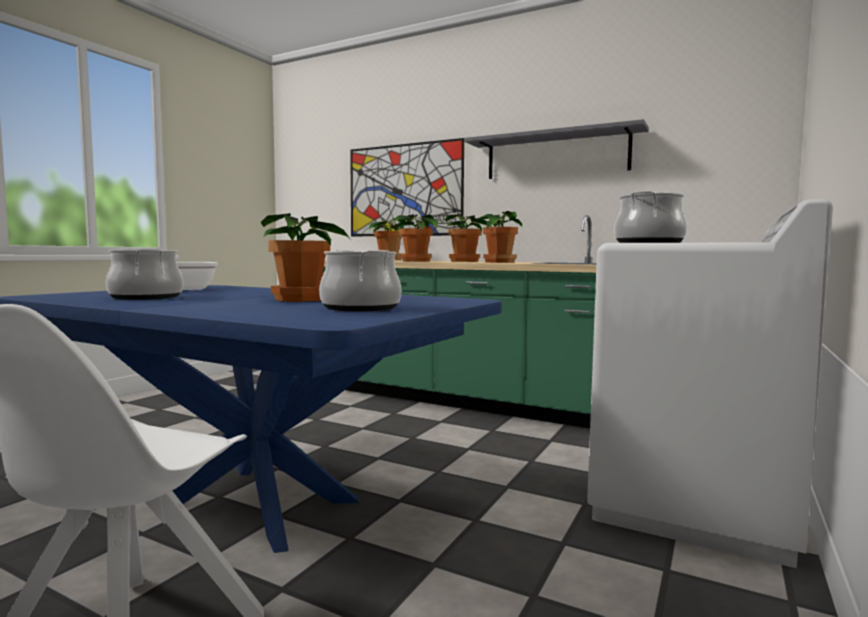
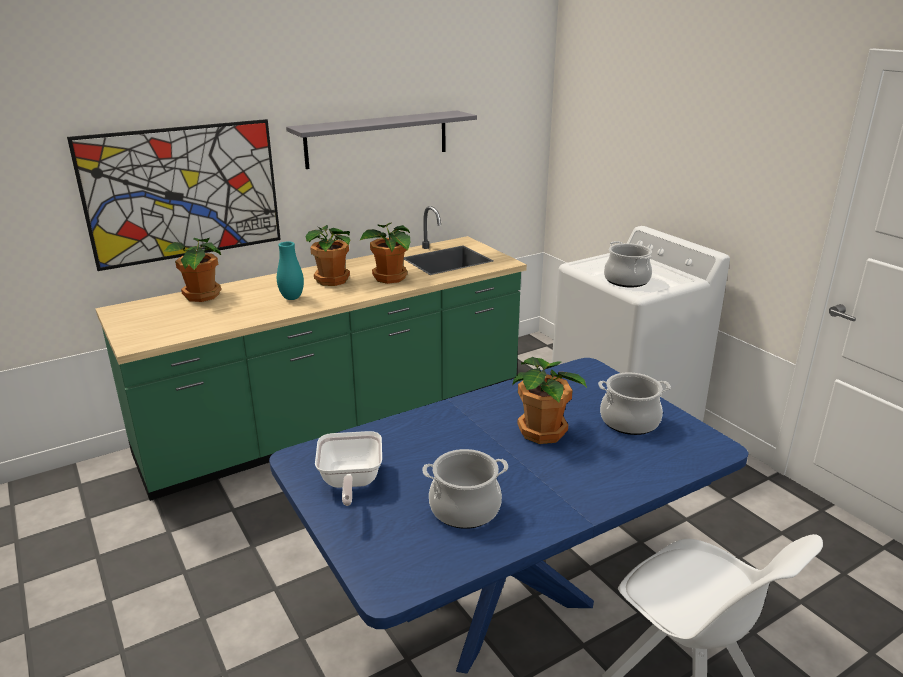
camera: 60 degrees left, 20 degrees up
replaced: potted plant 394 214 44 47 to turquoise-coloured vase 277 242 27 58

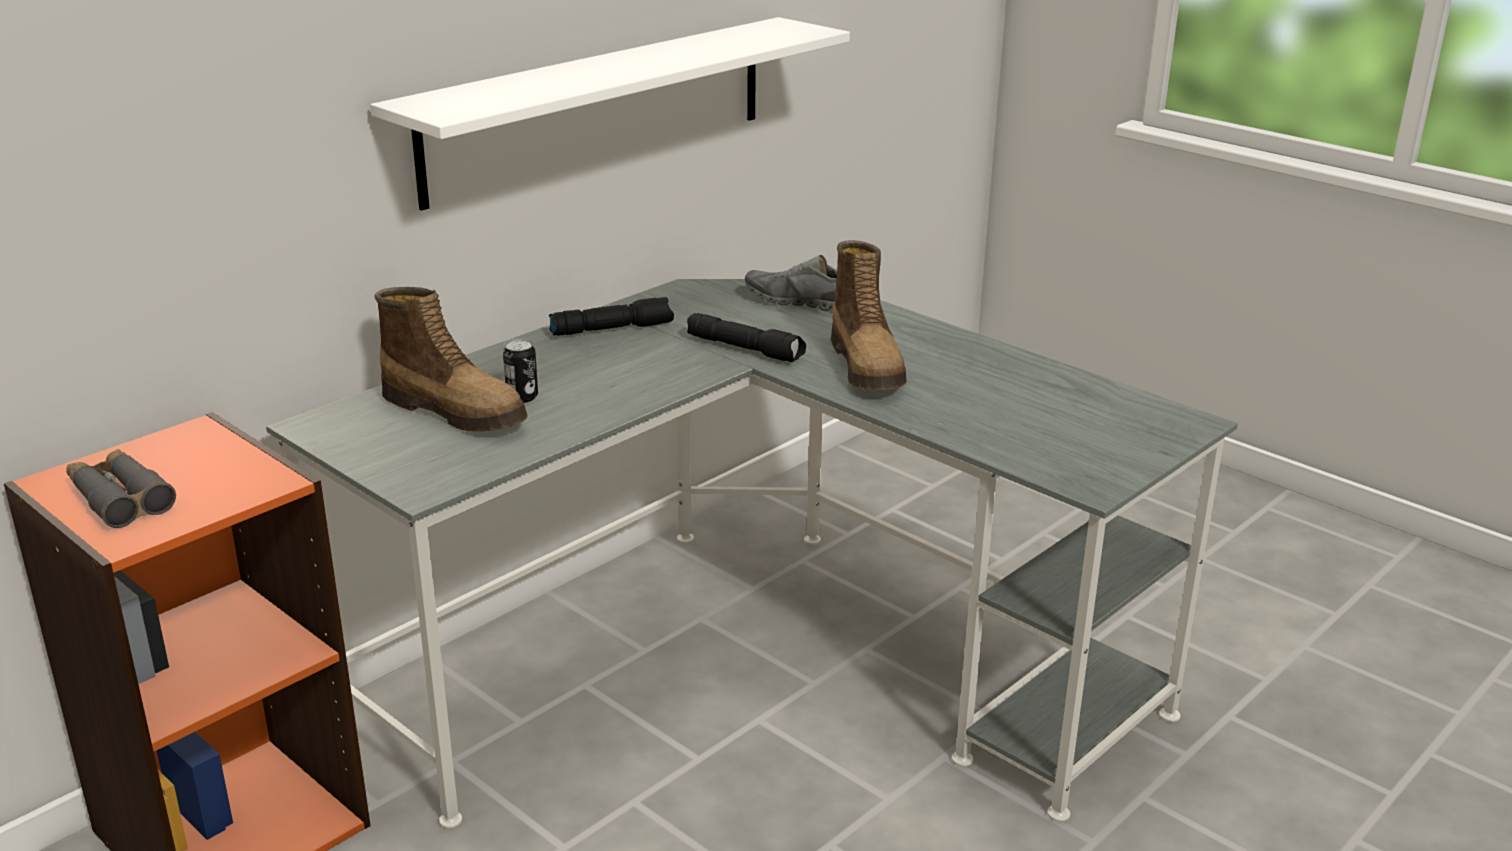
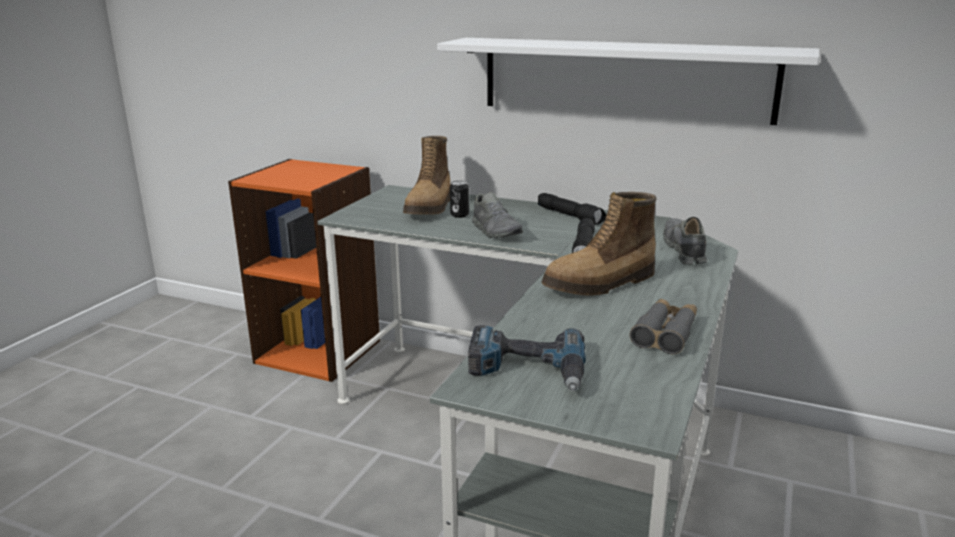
camera: 70 degrees right, 5 degrees down
added: drill 468 325 118 66; greyish low shoe 472 192 51 46
moved: greyish pair of binoculars 66 449 110 79 to 630 299 67 55

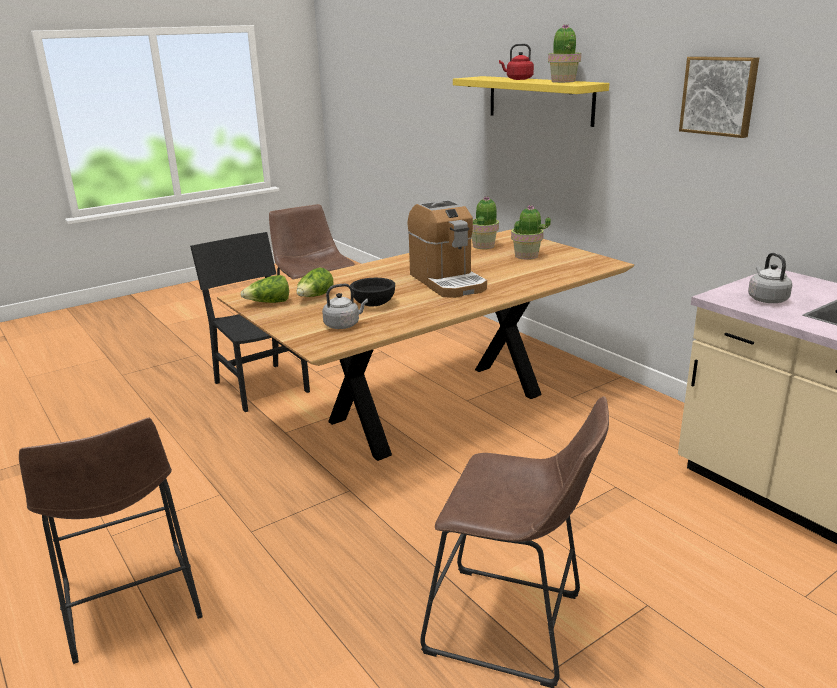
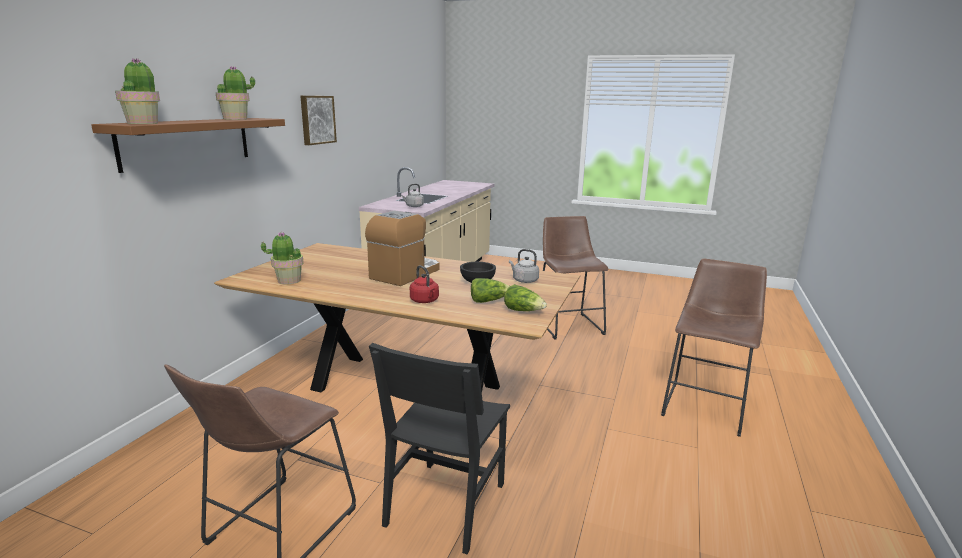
camera: 125 degrees left, 5 degrees down
moved: red water kettle 499 43 35 37 to 410 265 29 38; potted plant 511 205 40 55 to 115 58 45 66
recoloured: yellow shelf 453 76 156 51 to brown-coloured shelf 91 118 194 55

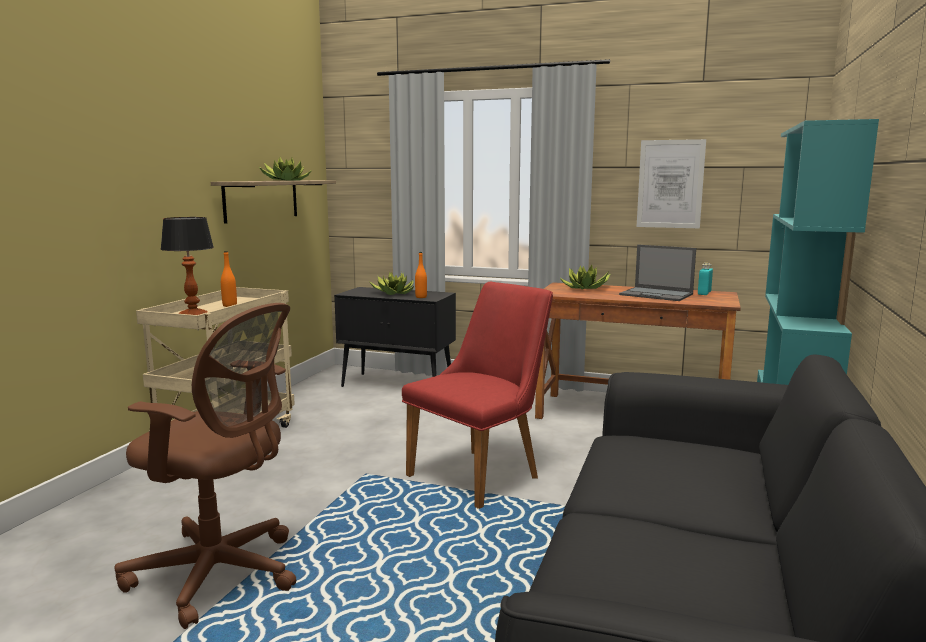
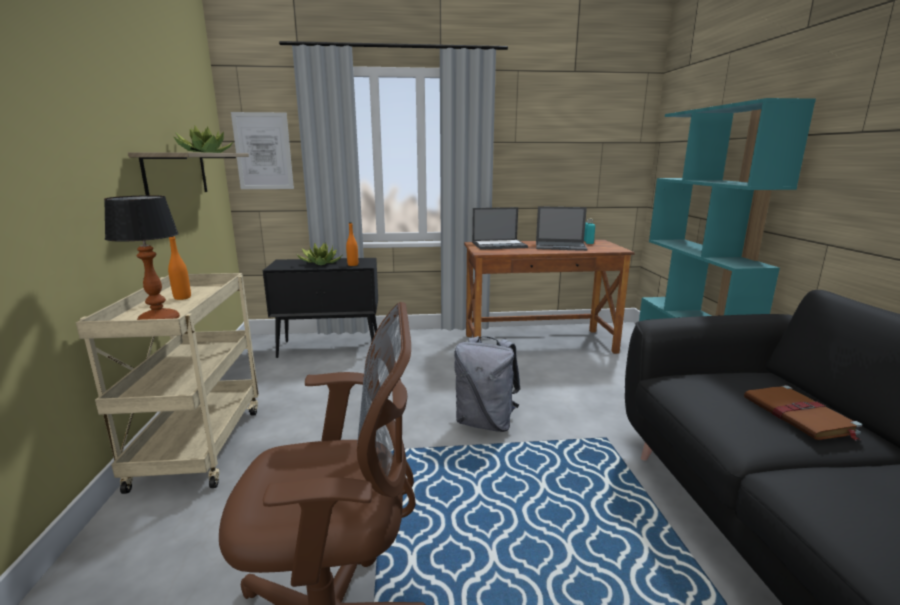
camera: 25 degrees left, 5 degrees up
added: brown-coloured book 744 385 118 55
moved: picture 637 139 69 90 to 231 112 63 77
replaced: red plain chair 402 282 151 227 to greyish backpack 454 336 67 96; potted plant 560 265 50 24 to portable computer 472 207 56 43

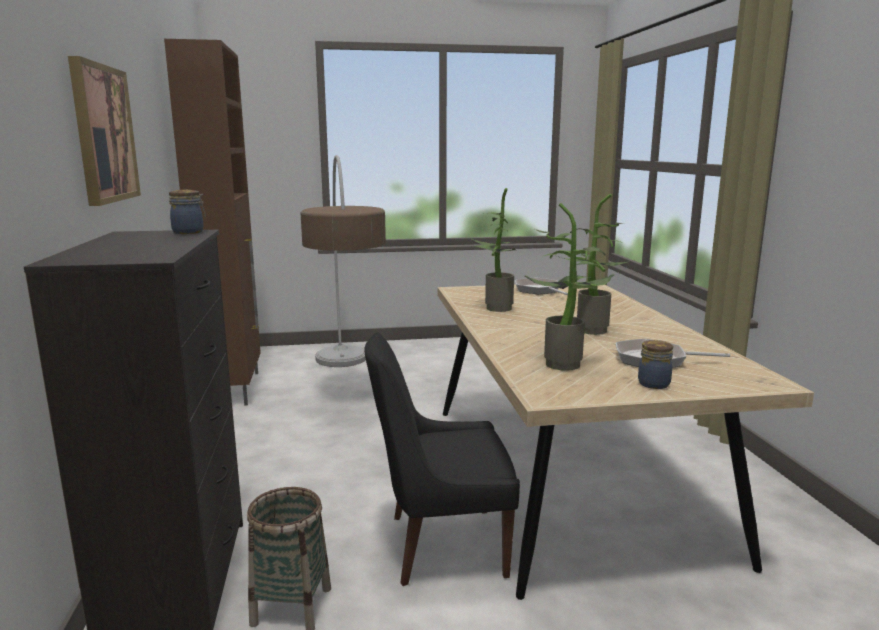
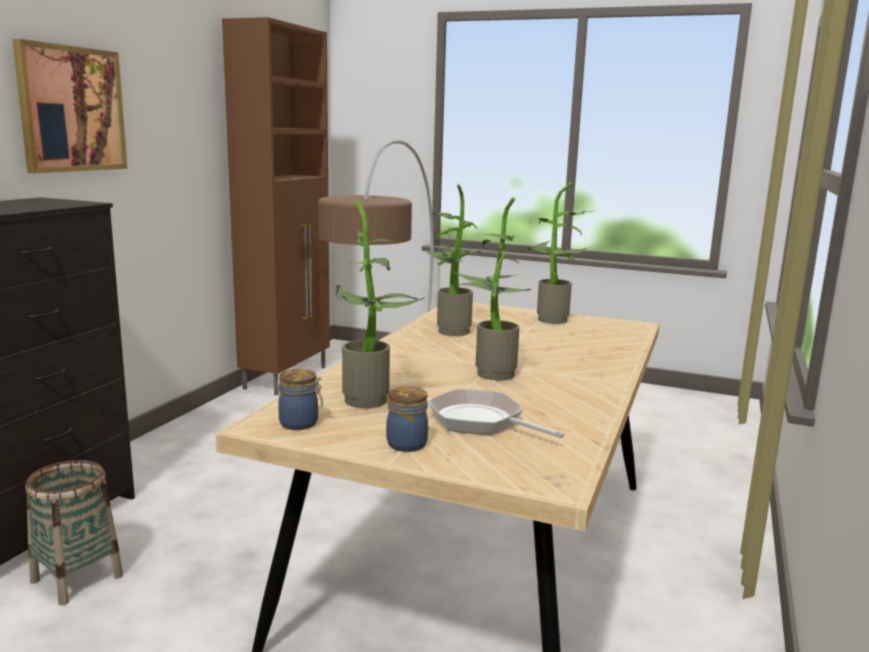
camera: 30 degrees right, 0 degrees up
removed: black plain chair 364 332 156 254
moved: jar 169 190 37 44 to 278 369 45 61
replaced: frying pan 515 278 53 17 to potted plant 528 182 71 142

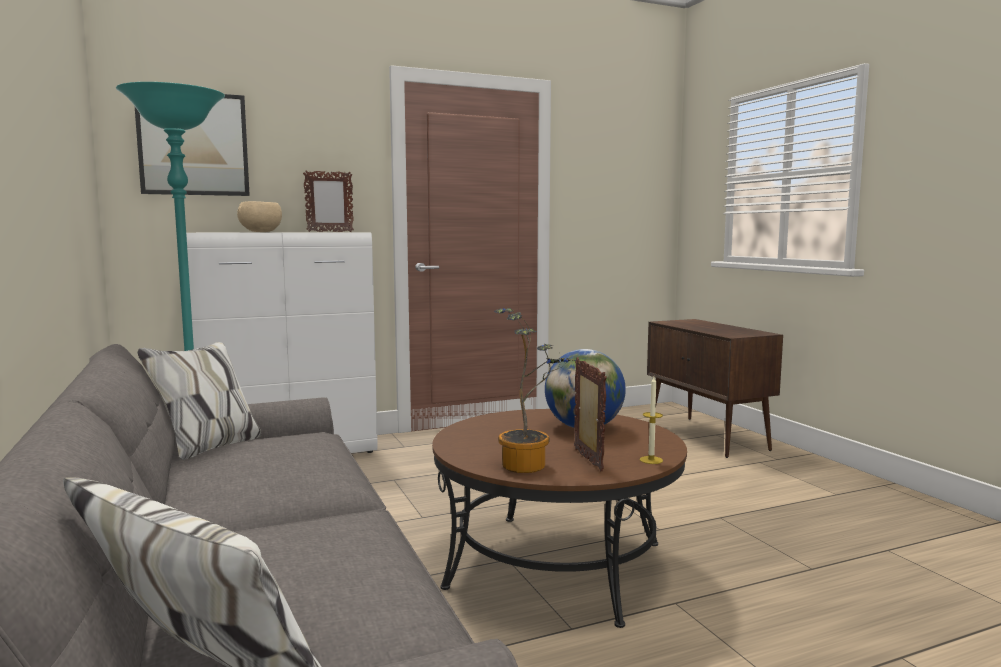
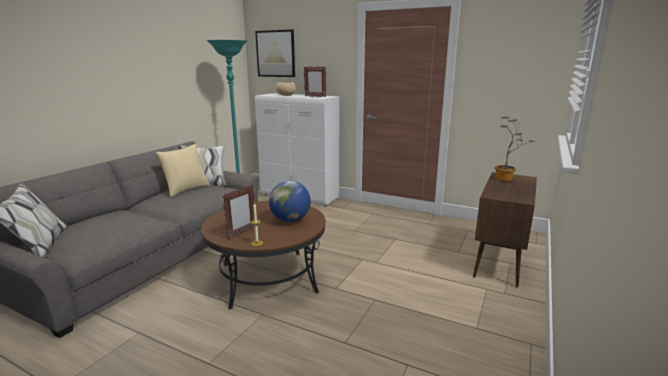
camera: 50 degrees right, 10 degrees up
added: throw pillow 155 144 55 53
moved: potted plant 494 308 81 165 to 495 117 39 64

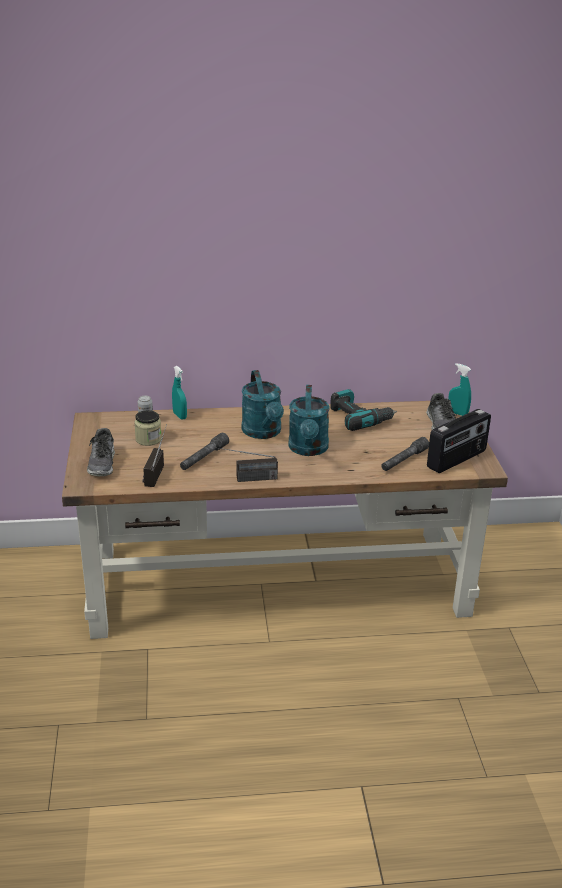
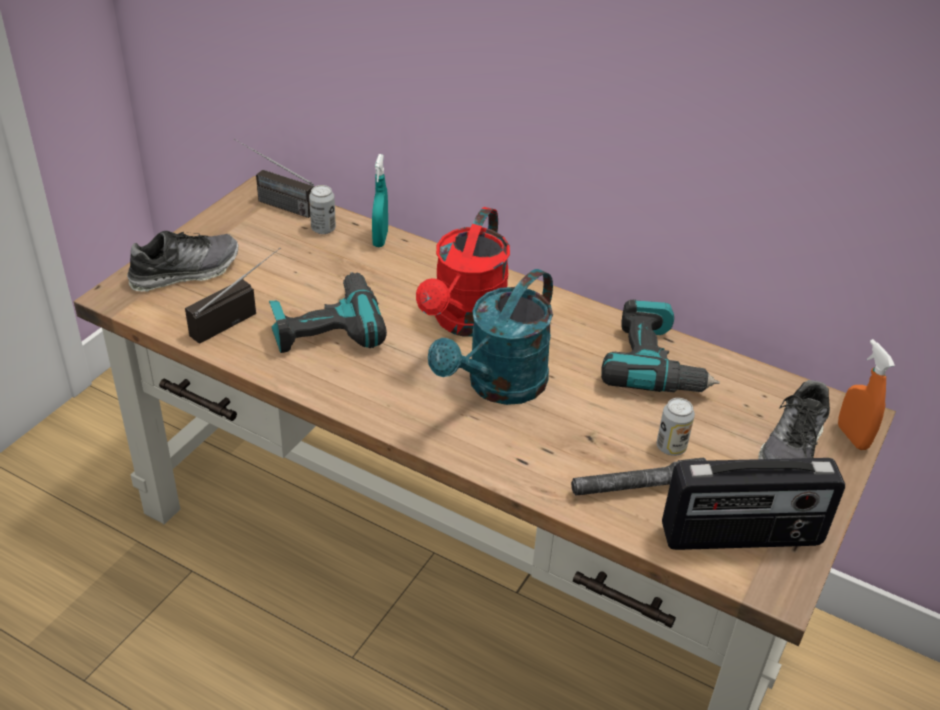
camera: 35 degrees right, 10 degrees up
removed: jar 134 410 28 36
added: sealed can 657 398 38 58
moved: radio receiver 214 447 64 35 to 234 138 81 80
replaced: greyish torch 180 433 49 37 to drill 269 272 118 81
recoloured: turquoise-coloured watering can 241 370 43 69 to red watering can 416 207 94 130; turquoise-coloured sprayer 448 363 23 53 to orange-coloured sprayer 838 339 57 111
turned: low shoe 87 428 28 48 = 127 231 111 61 150 degrees counterclockwise

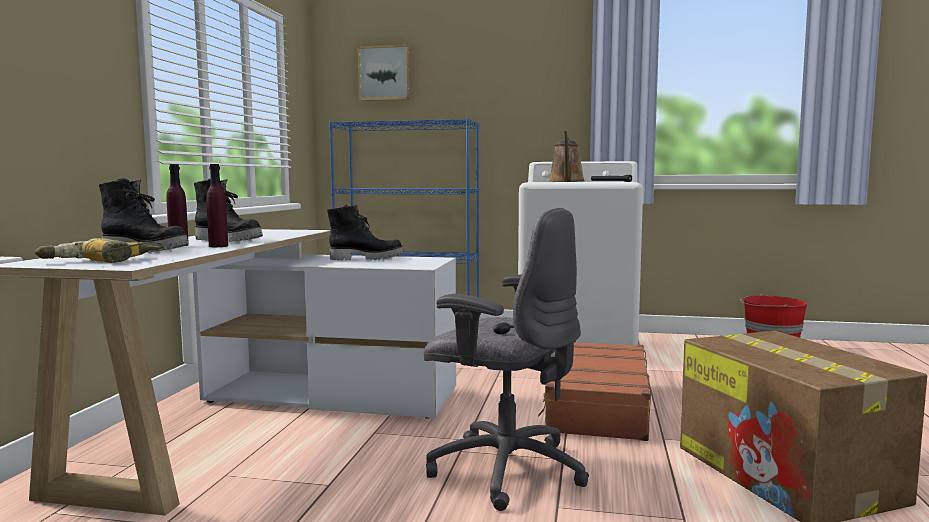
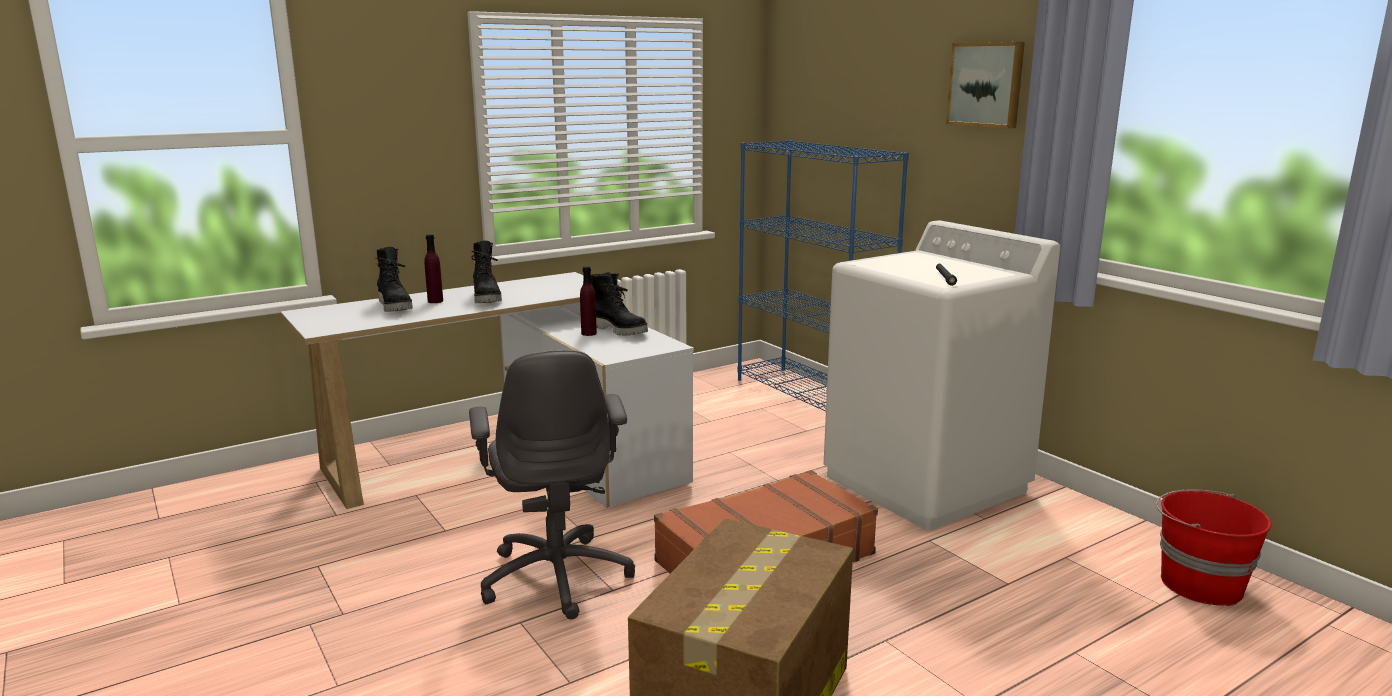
camera: 45 degrees right, 10 degrees up
removed: drill 35 238 129 25; brown-coloured watering can 549 131 36 51
moved: purple-coloured beverage bottle 206 164 22 83 to 580 266 17 70; picture 358 44 53 57 to 946 42 79 86

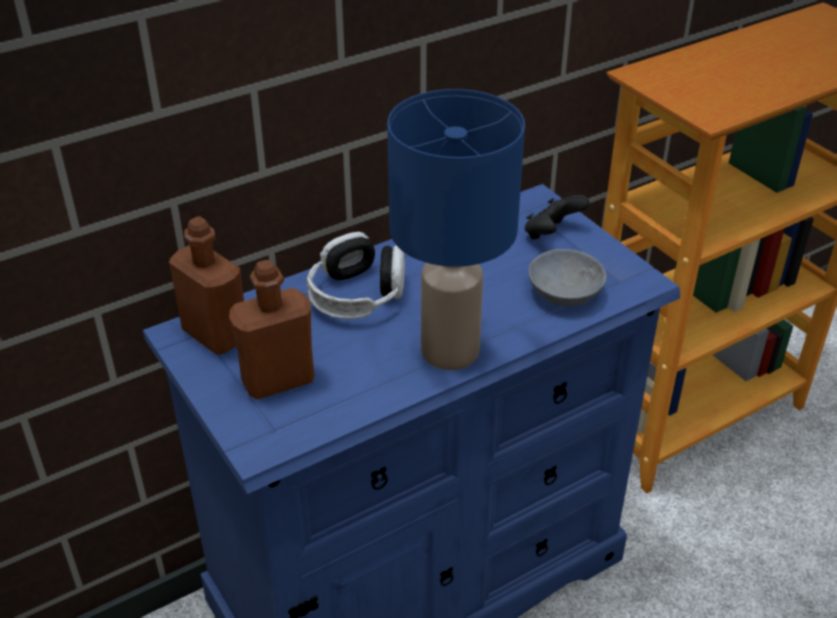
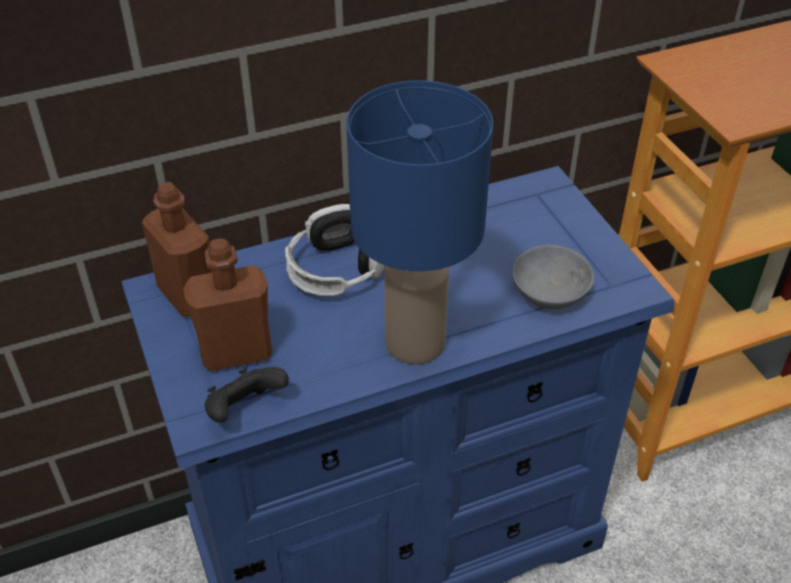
camera: 10 degrees right, 5 degrees up
moved: black joypad 525 195 65 44 to 205 367 84 56

